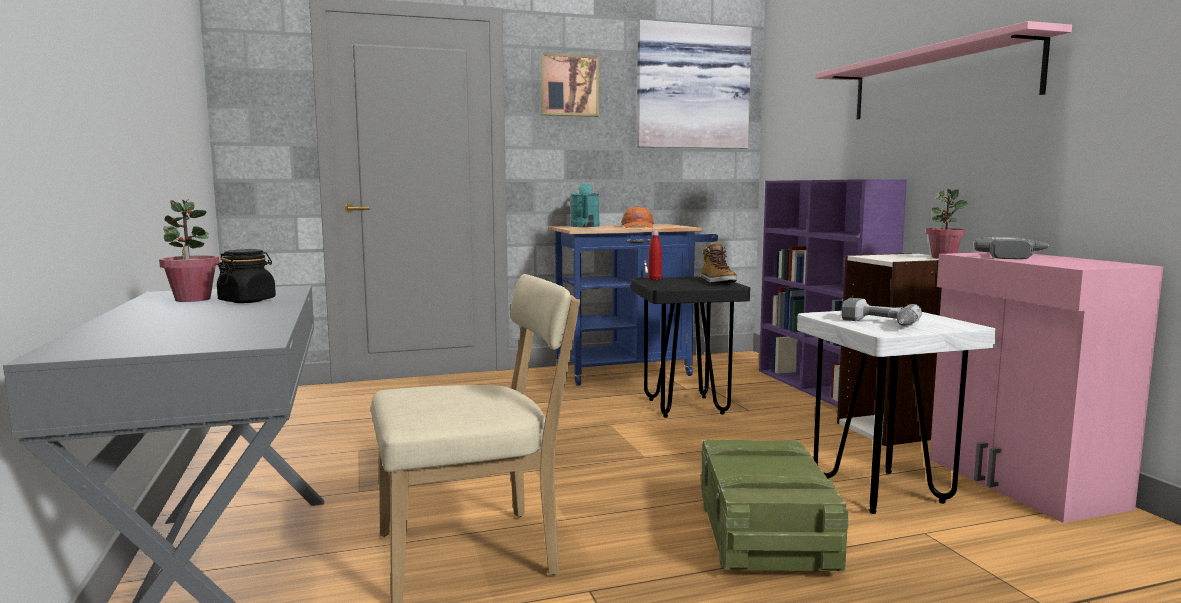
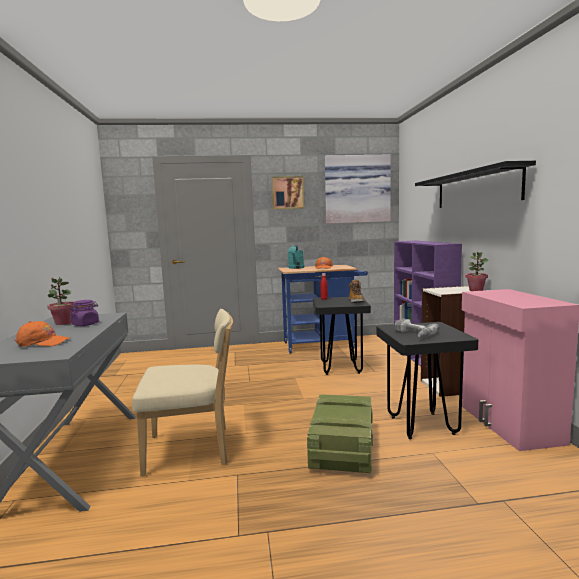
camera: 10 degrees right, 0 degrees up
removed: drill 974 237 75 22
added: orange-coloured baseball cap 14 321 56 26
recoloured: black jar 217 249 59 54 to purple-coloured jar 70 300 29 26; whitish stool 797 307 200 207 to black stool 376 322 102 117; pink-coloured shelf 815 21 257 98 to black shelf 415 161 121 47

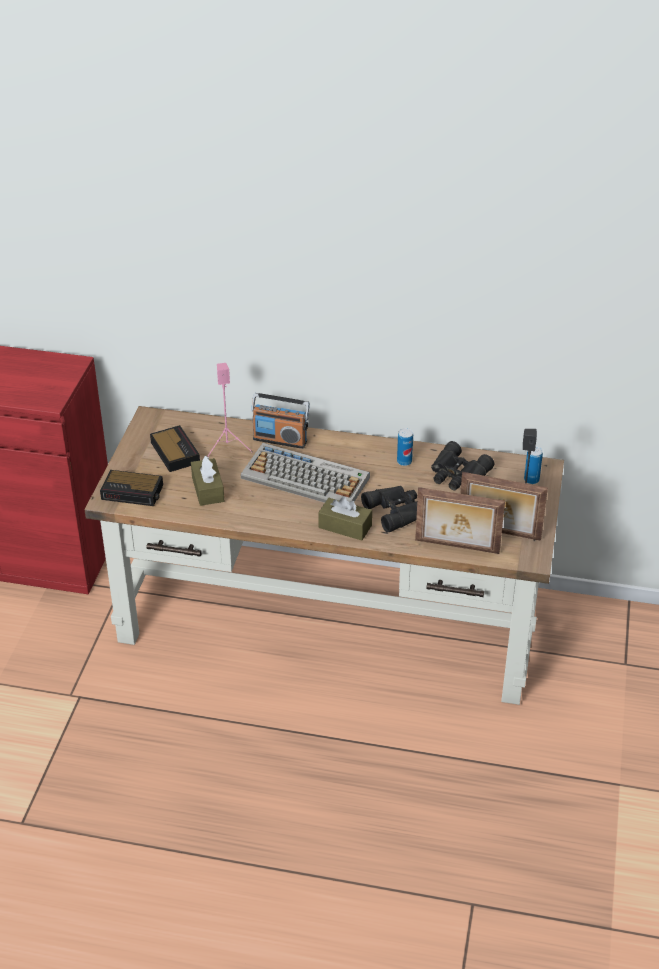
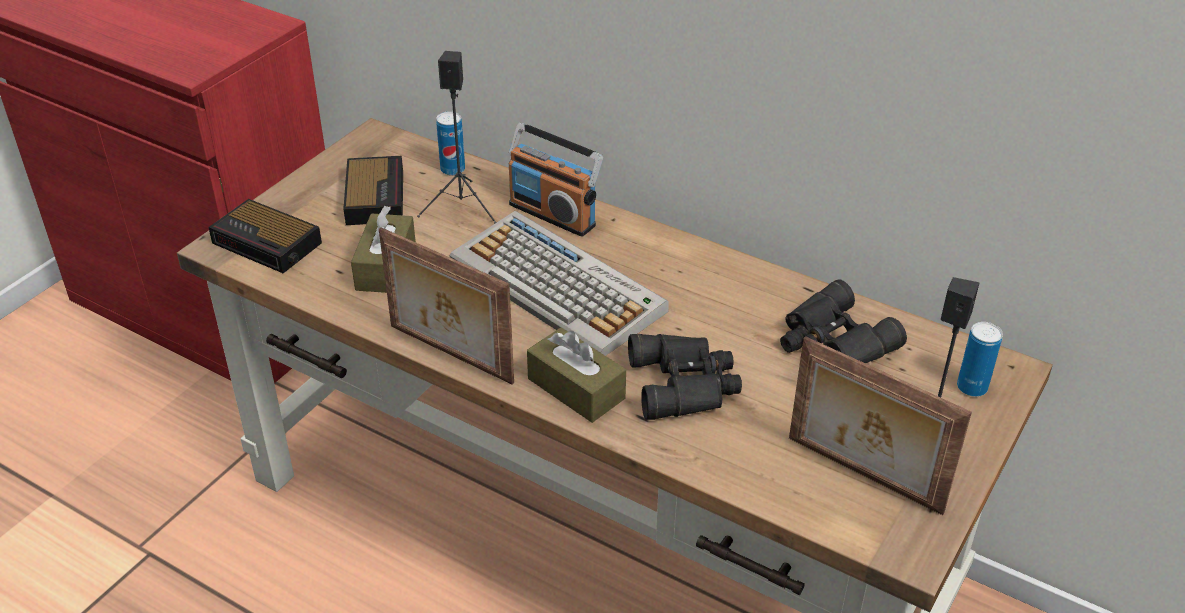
camera: 20 degrees right, 0 degrees up
moved: sealed can 397 428 16 38 to 436 111 29 65; photo frame 415 487 90 67 to 379 227 135 158
recoloured: pink-coloured loudspeaker 207 363 46 94 to black loudspeaker 417 51 80 173

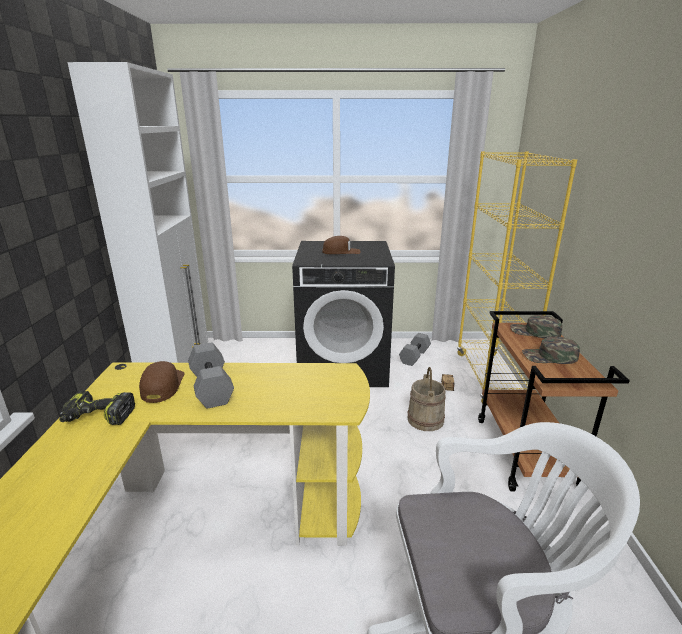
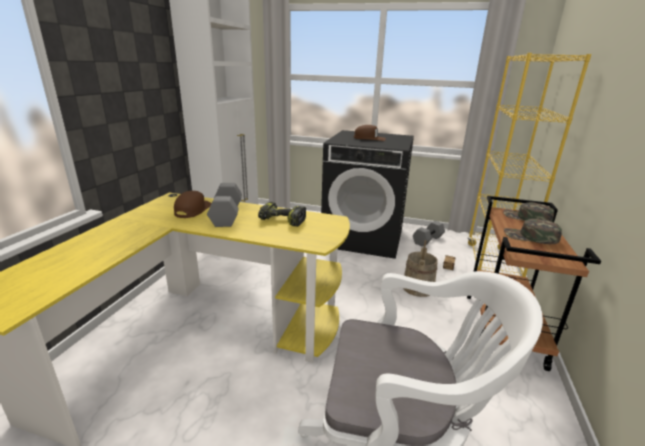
camera: 15 degrees right, 0 degrees up
moved: drill 59 391 76 34 to 258 202 48 25

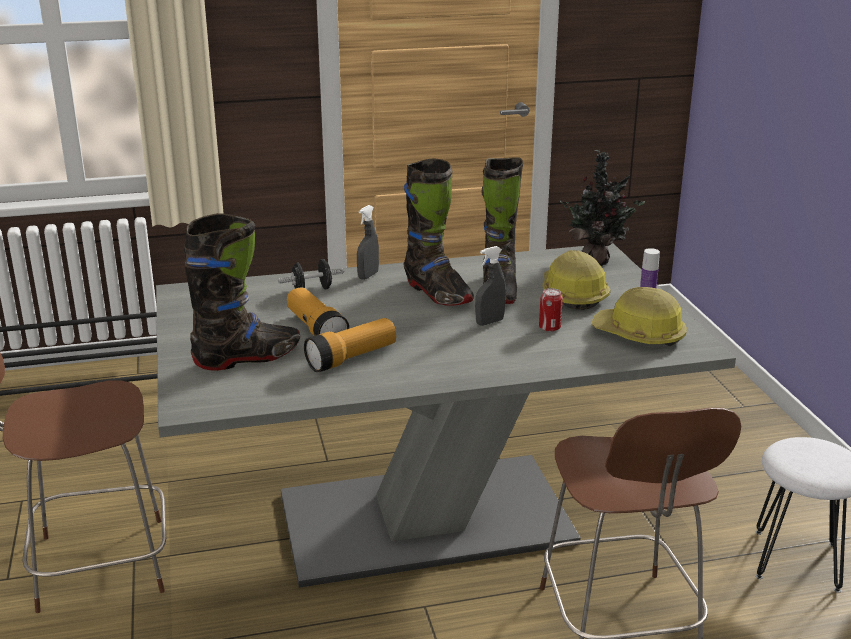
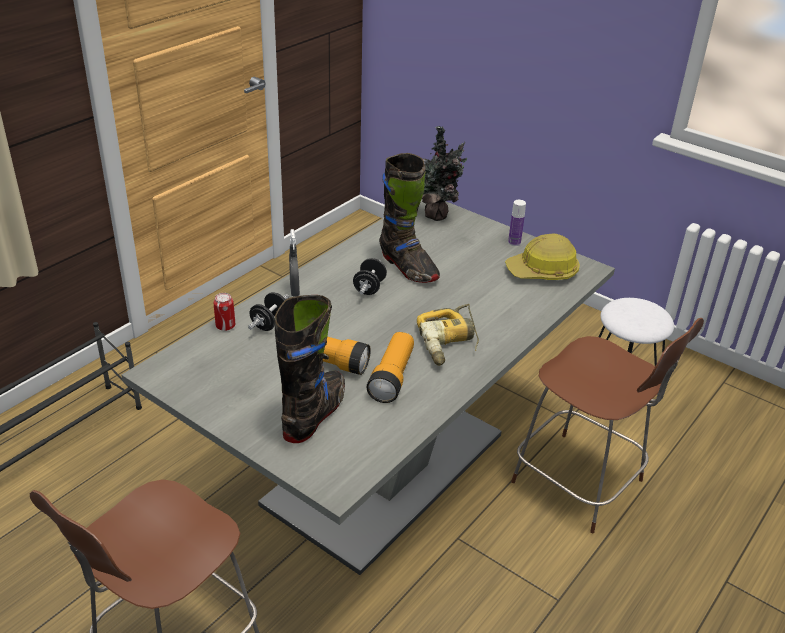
camera: 40 degrees left, 10 degrees up
removed: greyish sprayer 475 246 31 80; safety helmet 543 250 68 60
added: drill 417 304 62 61
moved: sealed can 539 288 24 44 to 213 293 22 38
replaced: black tall boot 404 158 70 148 to black free weight 353 258 34 37

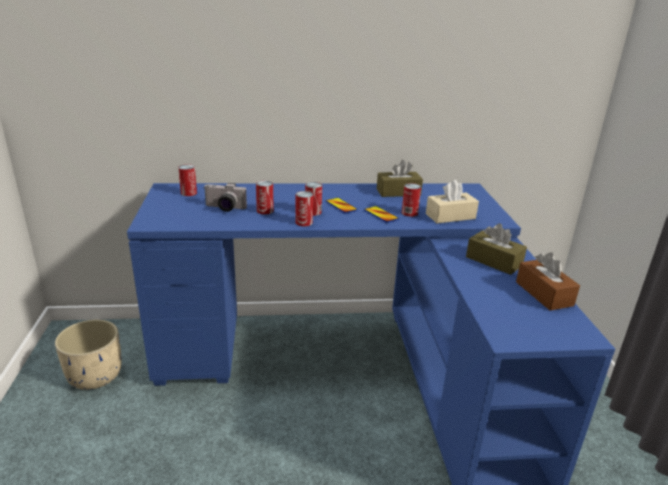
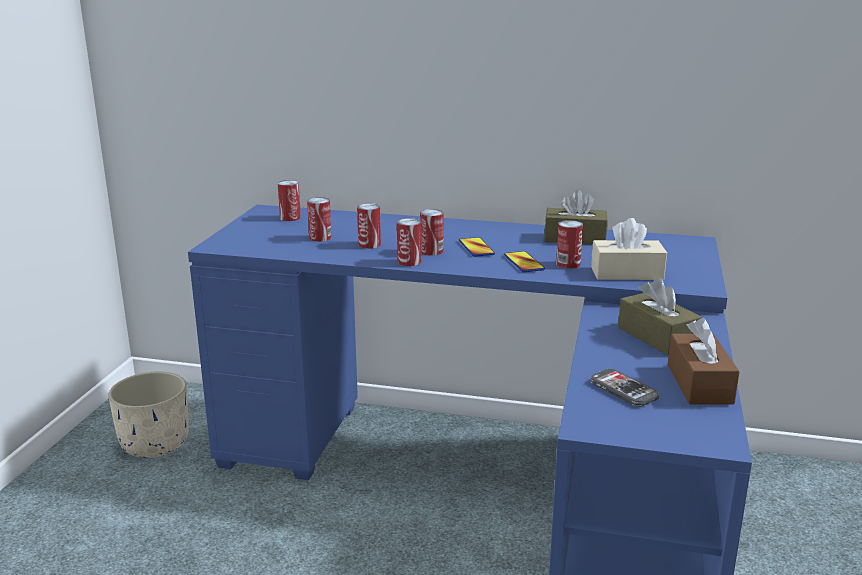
camera: 20 degrees right, 5 degrees down
added: phone 590 369 69 37
replaced: photo camera 204 183 43 29 to sealed can 307 197 25 45

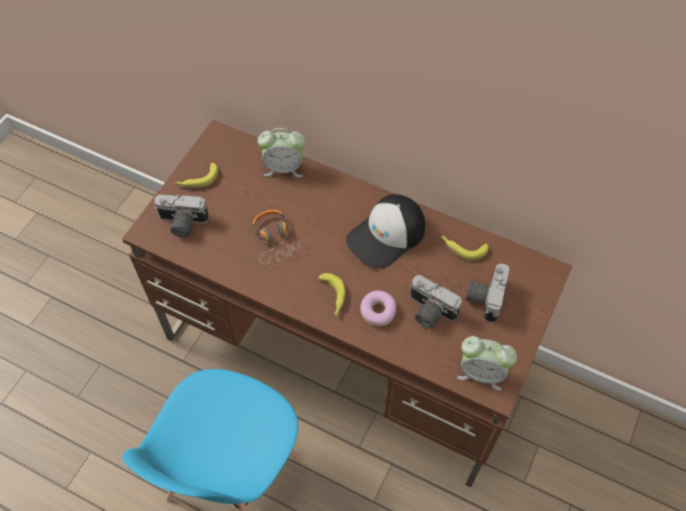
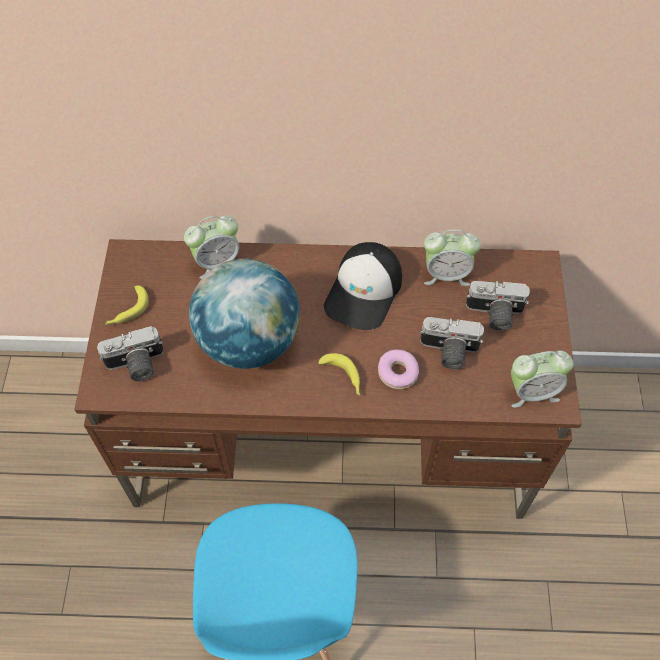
camera: 25 degrees left, 0 degrees up
replaced: headset 252 210 52 55 to world globe 189 259 111 110; banana 441 236 48 25 to alarm clock 424 229 57 57
turned: photo camera 465 264 44 59 = 466 281 64 50 75 degrees counterclockwise

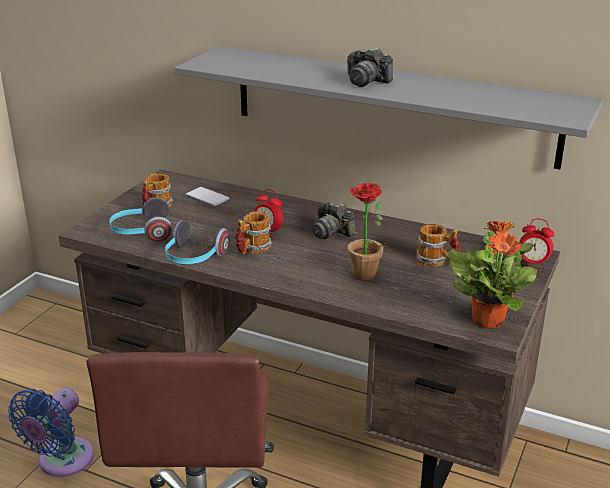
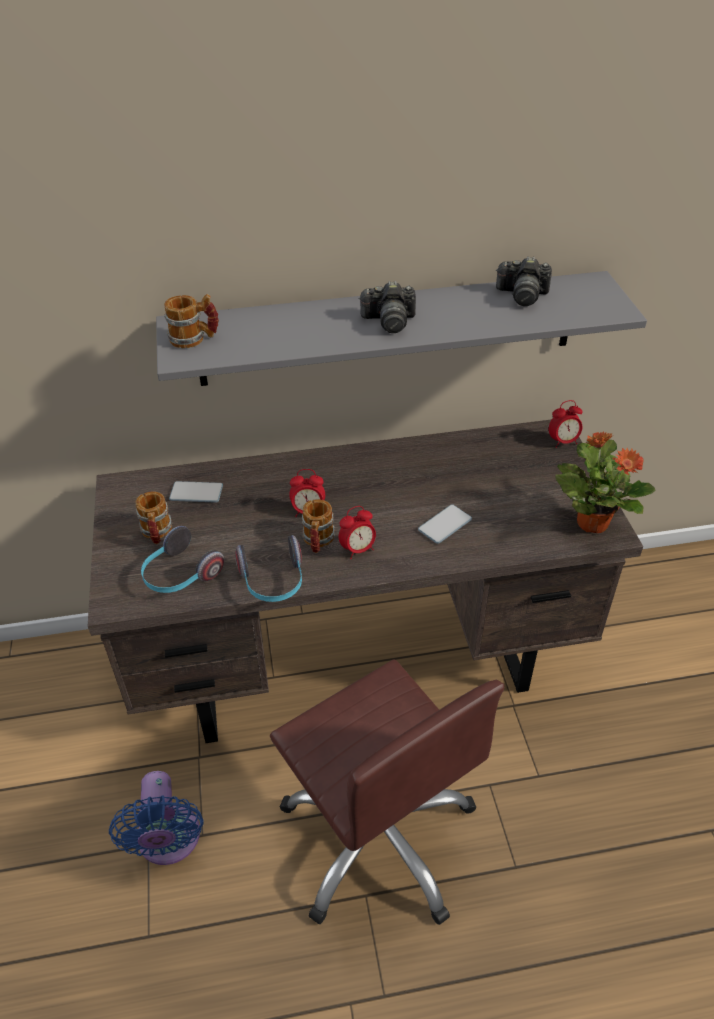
camera: 35 degrees left, 15 degrees up
added: alarm clock 339 506 37 53
moved: photo camera 312 202 44 37 to 496 257 56 49; mug 416 224 45 43 to 164 294 55 54
replaced: potted plant 326 183 63 98 to phone 418 504 54 40

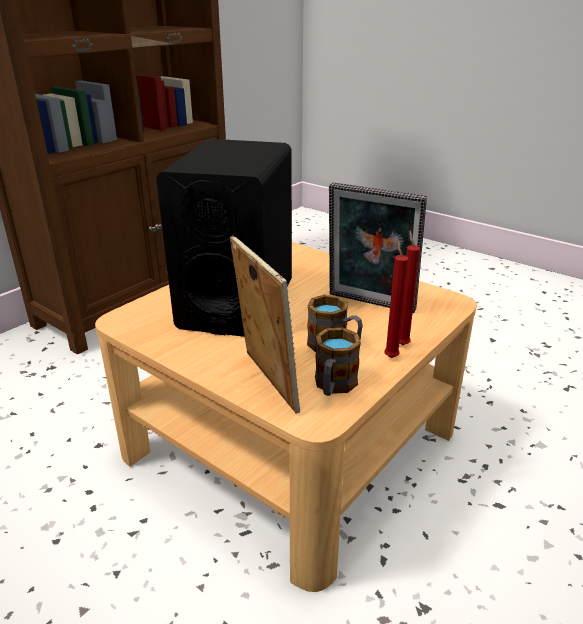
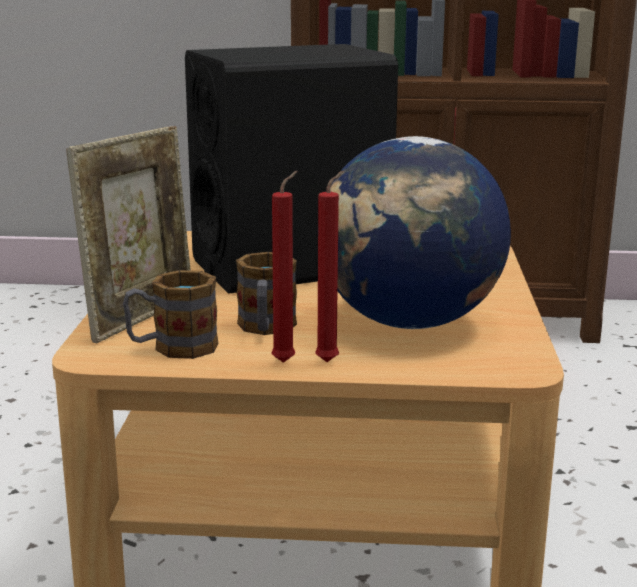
camera: 55 degrees right, 10 degrees down
replaced: photo frame 329 182 98 131 to world globe 330 136 181 193

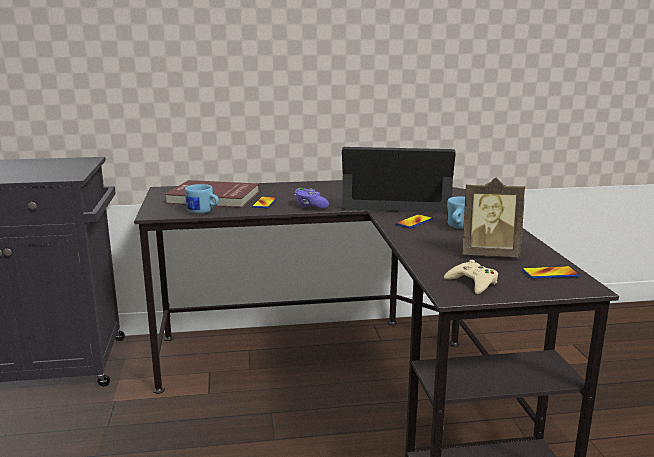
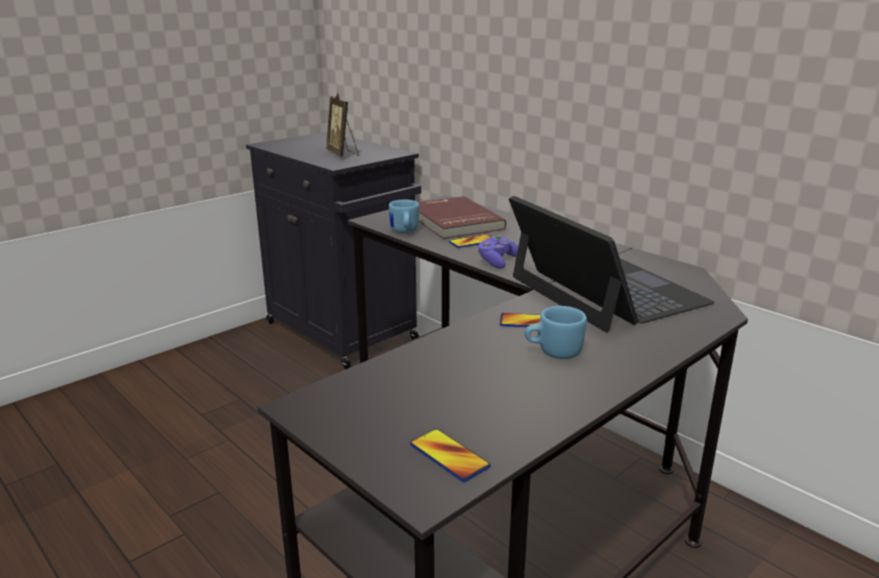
camera: 55 degrees right, 5 degrees up
removed: sand-coloured joypad 444 260 54 34
moved: photo frame 462 178 63 79 to 326 93 33 63

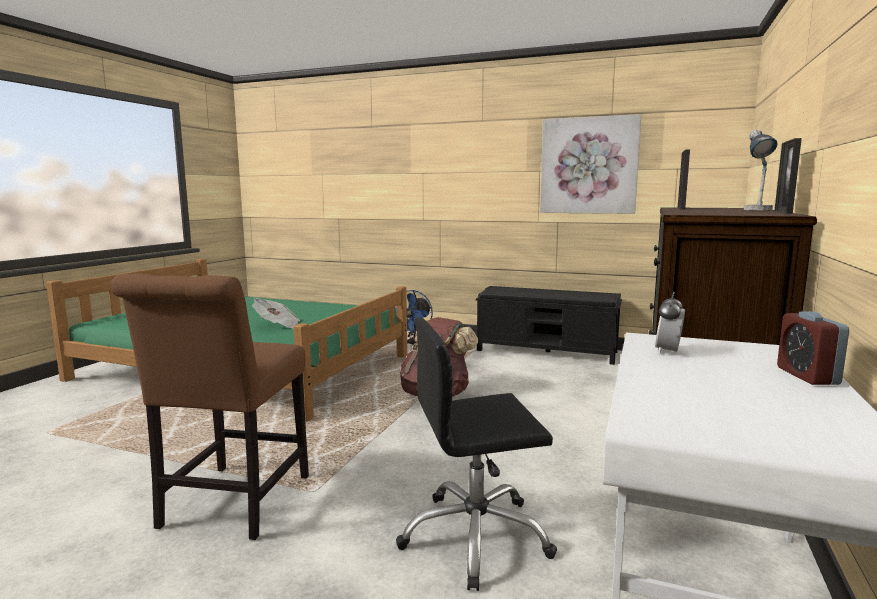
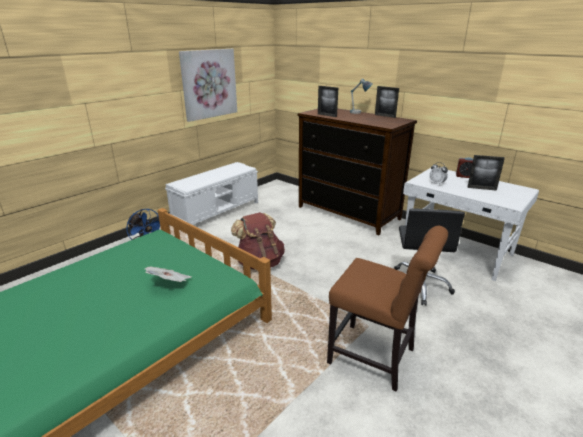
camera: 70 degrees left, 15 degrees up
added: photo frame 468 155 37 36
recoloured: black indoor bench 476 286 146 79 to whitish indoor bench 165 162 93 63

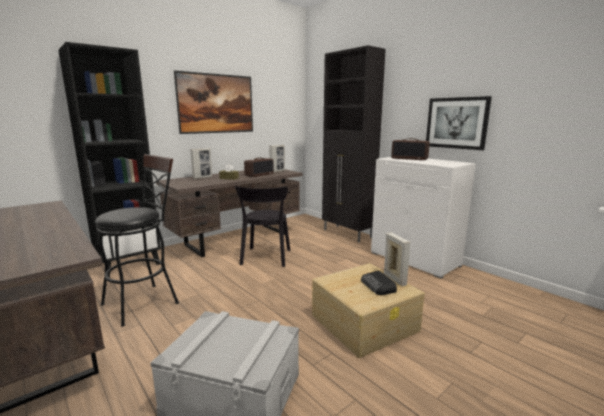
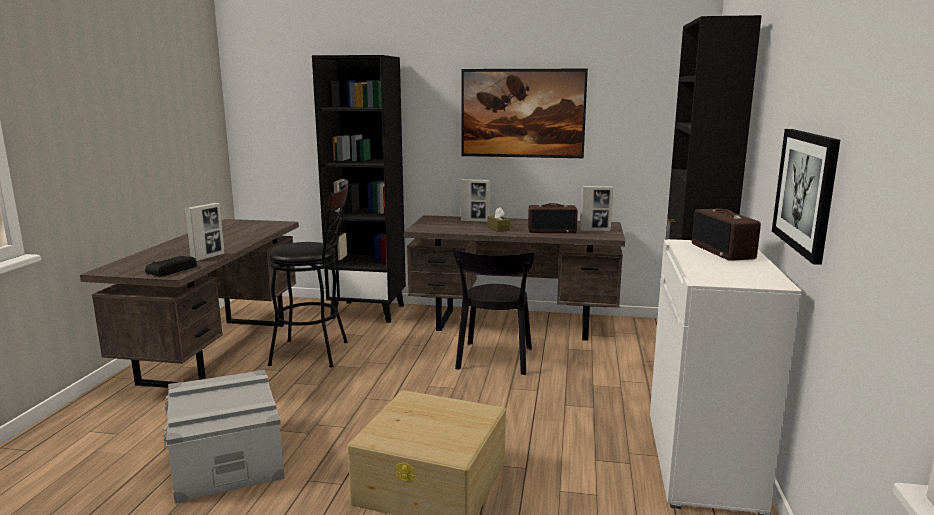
camera: 50 degrees right, 0 degrees up
moved: radio receiver 361 271 36 24 to 145 256 52 21; photo frame 384 233 27 53 to 185 203 40 58
turned: black plain chair 235 186 56 81 = 453 248 81 127 45 degrees counterclockwise

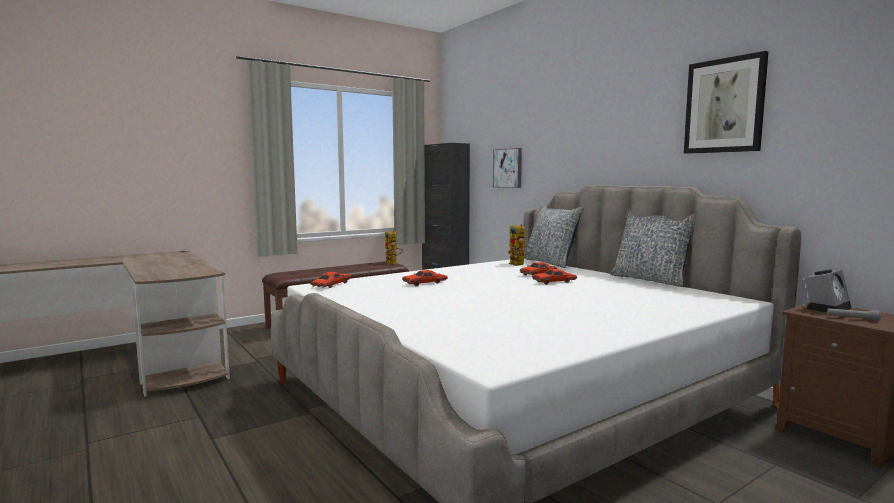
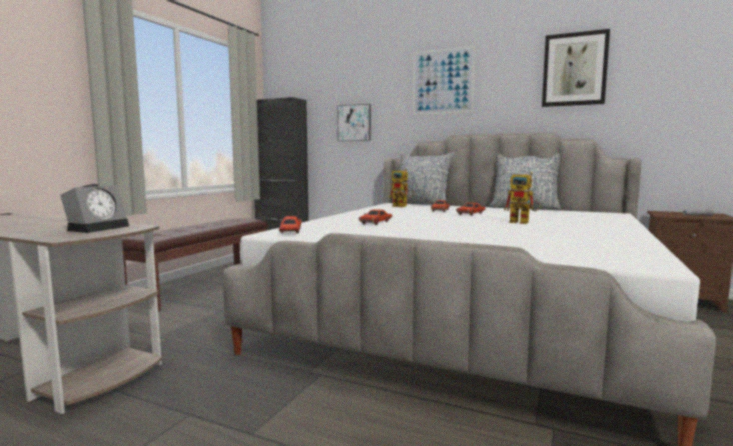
camera: 30 degrees left, 0 degrees up
added: picture 413 46 63 69
moved: robot figure 385 231 18 33 to 504 172 37 52; alarm clock 804 269 47 44 to 60 184 69 49

